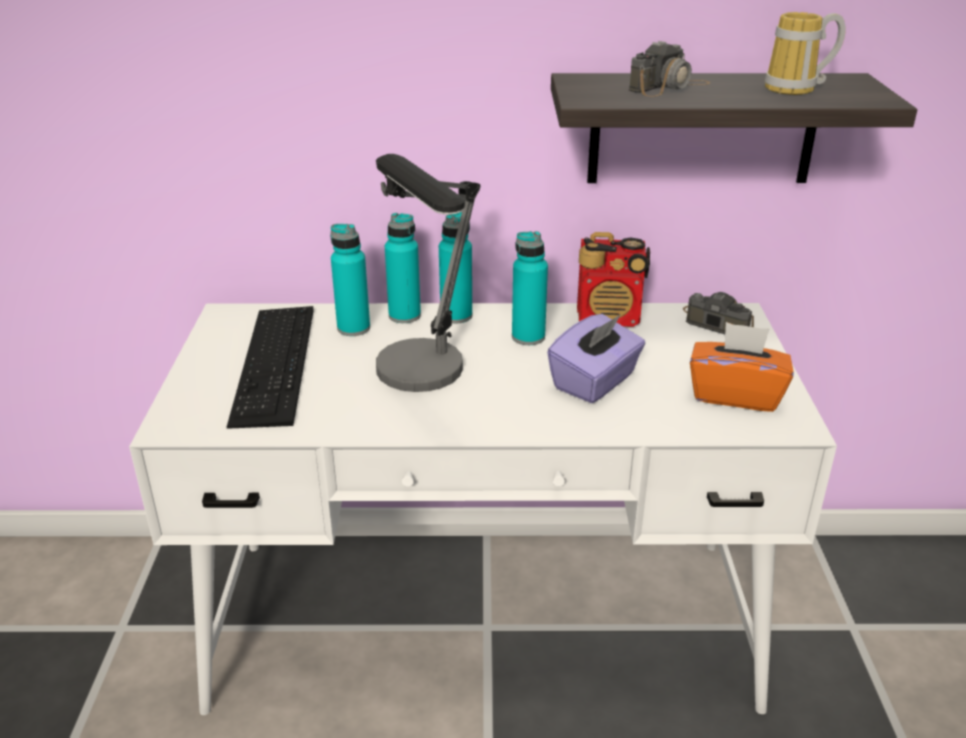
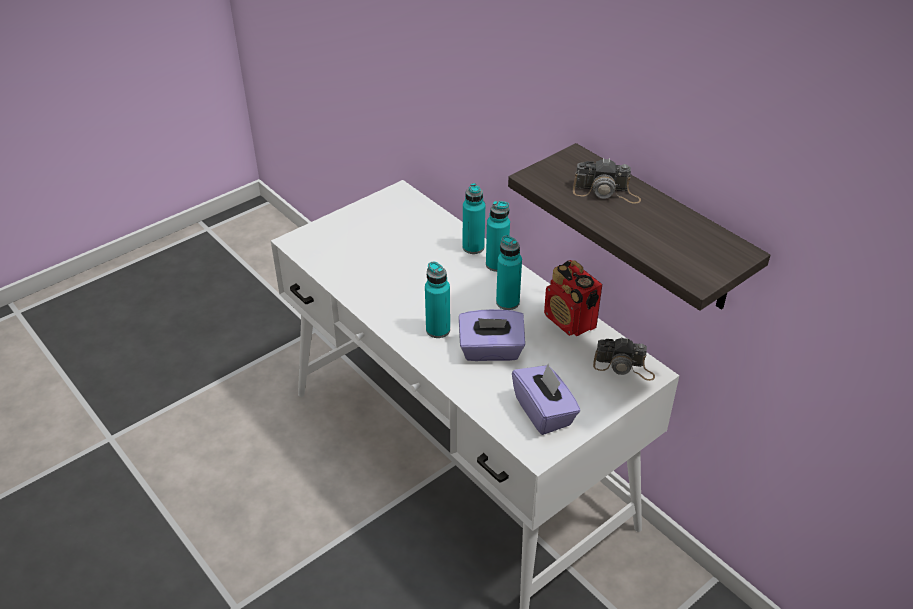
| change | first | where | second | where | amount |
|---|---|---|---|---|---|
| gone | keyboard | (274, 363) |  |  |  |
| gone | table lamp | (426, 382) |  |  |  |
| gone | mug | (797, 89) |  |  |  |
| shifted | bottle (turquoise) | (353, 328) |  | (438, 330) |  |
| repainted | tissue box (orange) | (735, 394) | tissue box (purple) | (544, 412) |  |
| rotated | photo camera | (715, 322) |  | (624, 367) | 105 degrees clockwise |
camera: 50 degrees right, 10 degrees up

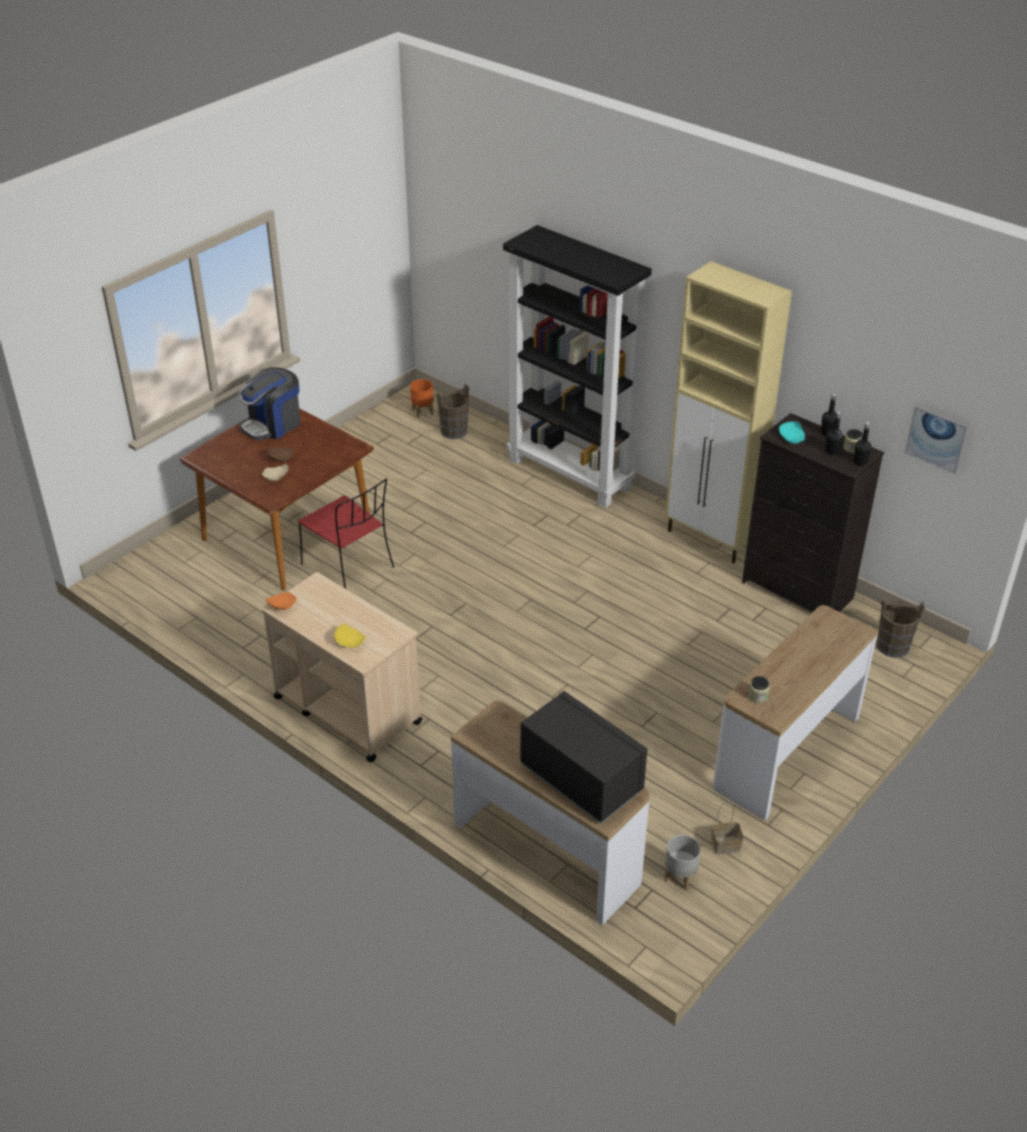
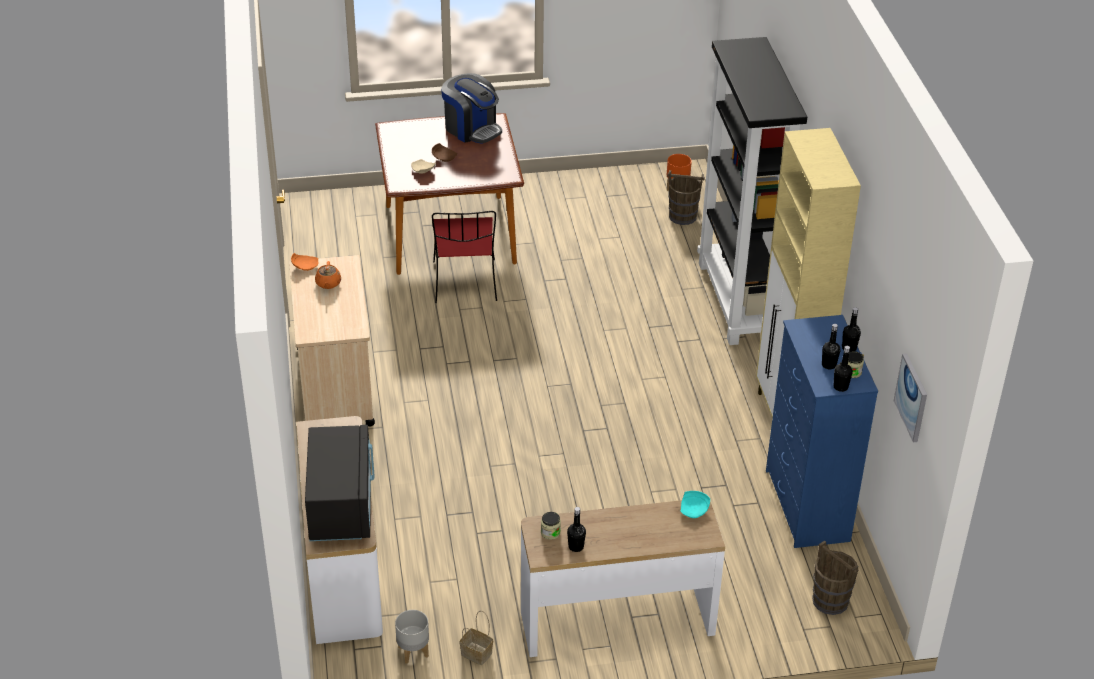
| change | first | where | second | where | amount |
|---|---|---|---|---|---|
| gone | plate (yellow) | (350, 641) |  |  |  |
| new |  |  | teapot (orange) | (328, 284) |  |
| new |  |  | bottle (black) | (576, 547) |  |
| shifted | plate (turquoise) | (792, 437) |  | (694, 510) |  |
| repainted | dresser (black) | (797, 591) | dresser (blue) | (806, 506) |  |
| rotated | coffee machine | (273, 424) |  | (472, 129) | 135 degrees counterclockwise |
camera: 40 degrees right, 0 degrees up

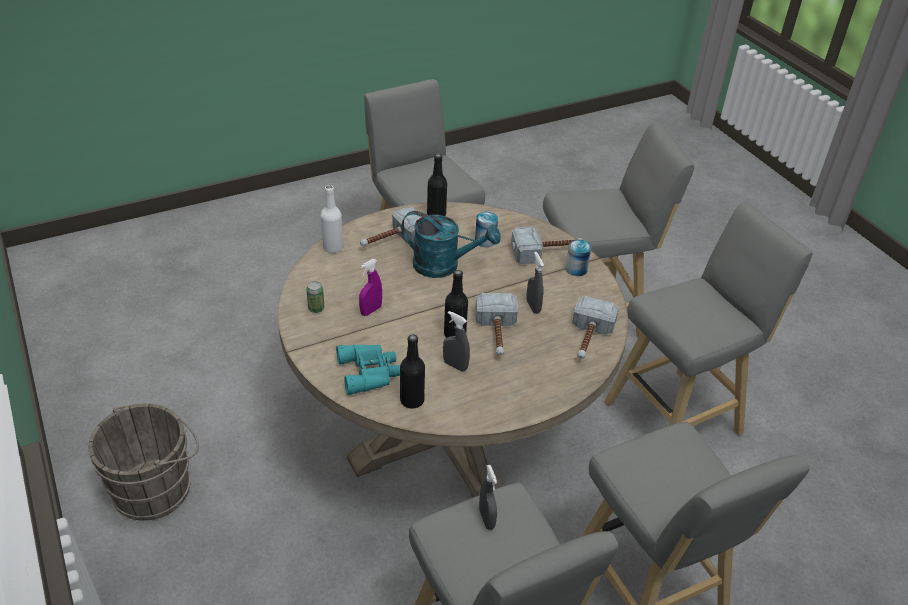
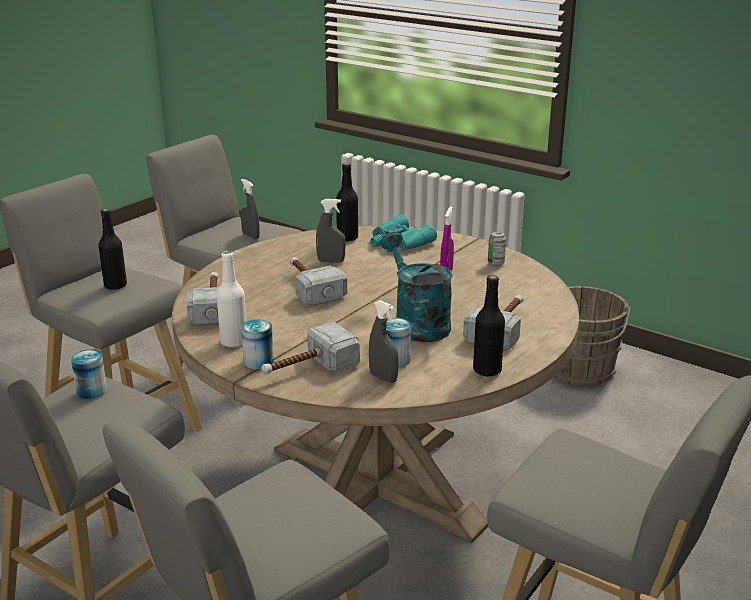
| change | first | where | second | where | amount |
|---|---|---|---|---|---|
| new |  |  | can | (91, 391) |  |
| shifted | bottle (white) | (333, 247) |  | (234, 342) |  |
| shifted | bottle (black) | (454, 334) |  | (115, 286) |  |
| shifted | spray bottle (grey) | (533, 306) |  | (383, 378) |  |
| rotated | watering can (turquoise) | (444, 266) |  | (416, 323) | 75 degrees clockwise |
camera: 155 degrees right, 15 degrees down

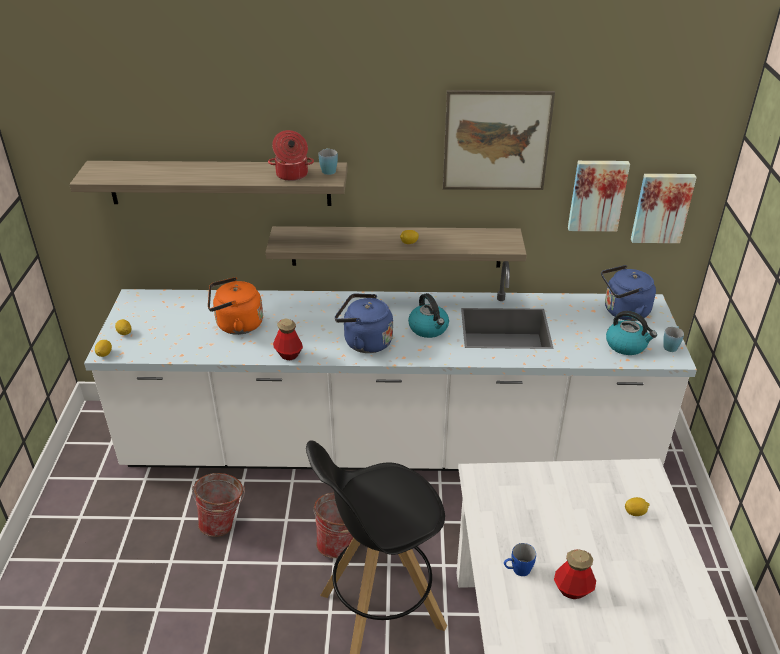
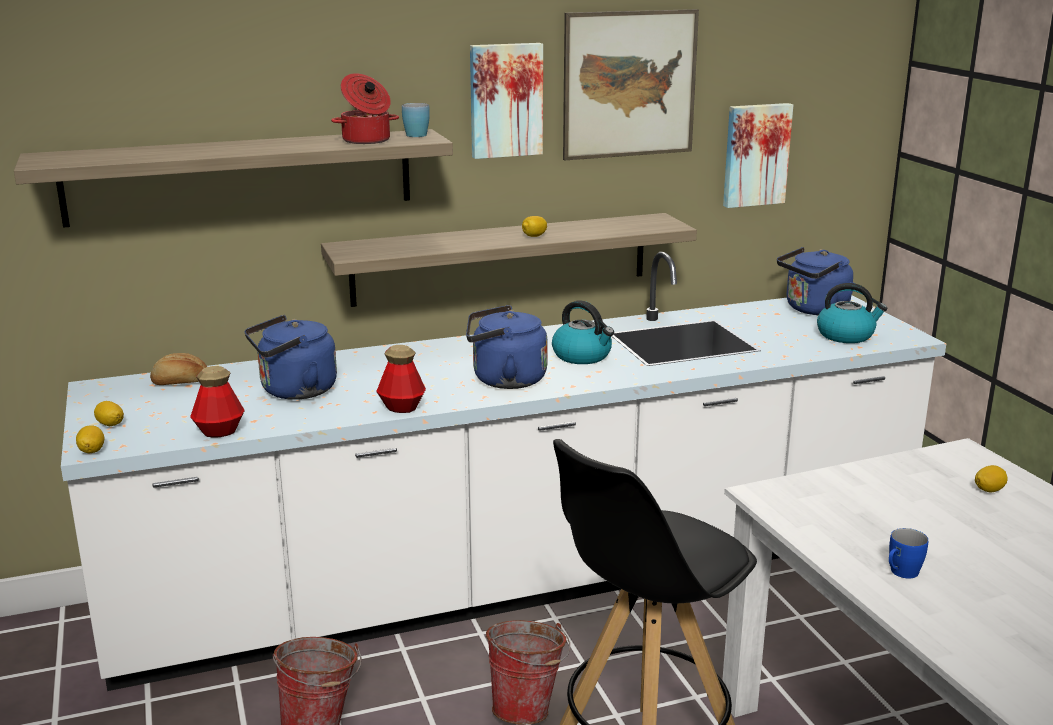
| change | first | where | second | where | amount |
|---|---|---|---|---|---|
| gone | mug (blue) | (671, 345) |  |  |  |
| new |  |  | bread | (180, 382) |  |
| shifted | bottle | (572, 590) |  | (219, 431) |  |
| shifted | picture | (661, 207) |  | (505, 100) |  |
| repainted | kettle (orange) | (236, 325) | kettle (blue) | (294, 391) |  |
camera: 20 degrees left, 15 degrees down

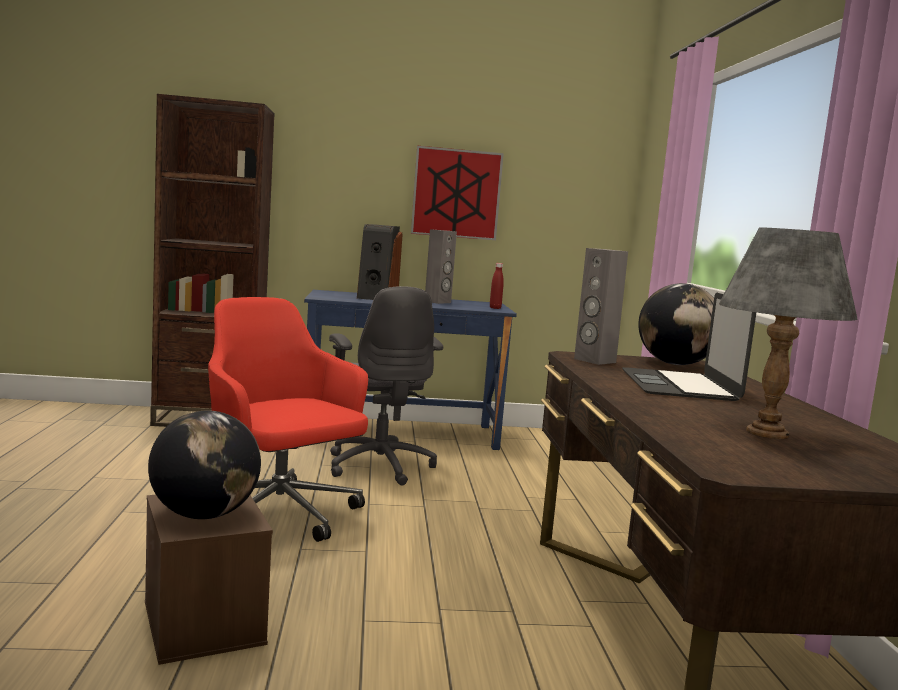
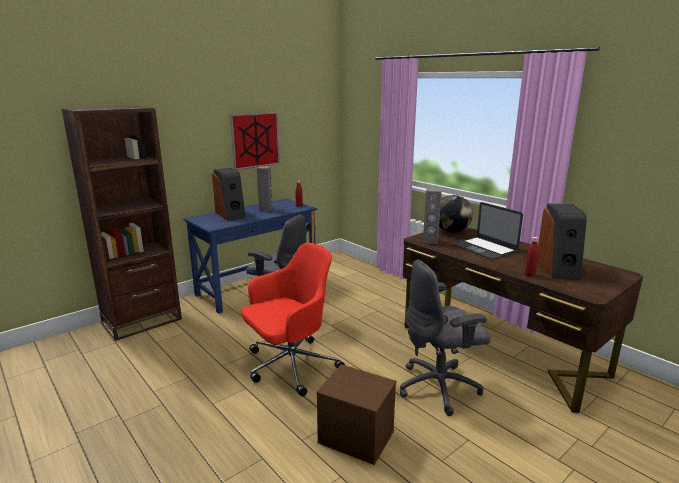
| change | first | where | second | where | amount |
|---|---|---|---|---|---|
| gone | globe | (204, 515) |  |  |  |
| new |  |  | office chair (grey) | (440, 387) |  |
| new |  |  | bottle (red) | (529, 274) |  |
| swapped | table lamp (grey) | (768, 433) | speaker | (558, 269) |  |
| rotated | office chair (red) | (279, 516) |  | (290, 366) | 135 degrees clockwise |
camera: 35 degrees left, 10 degrees up

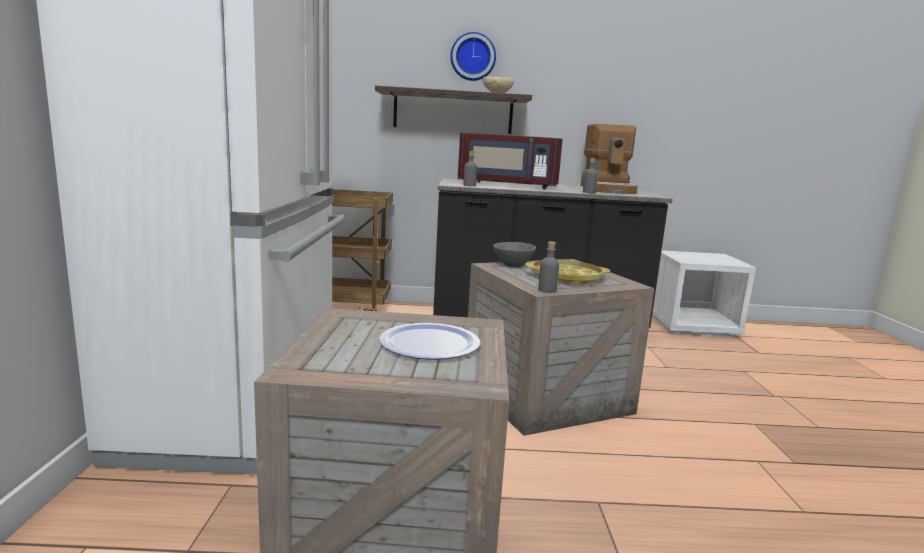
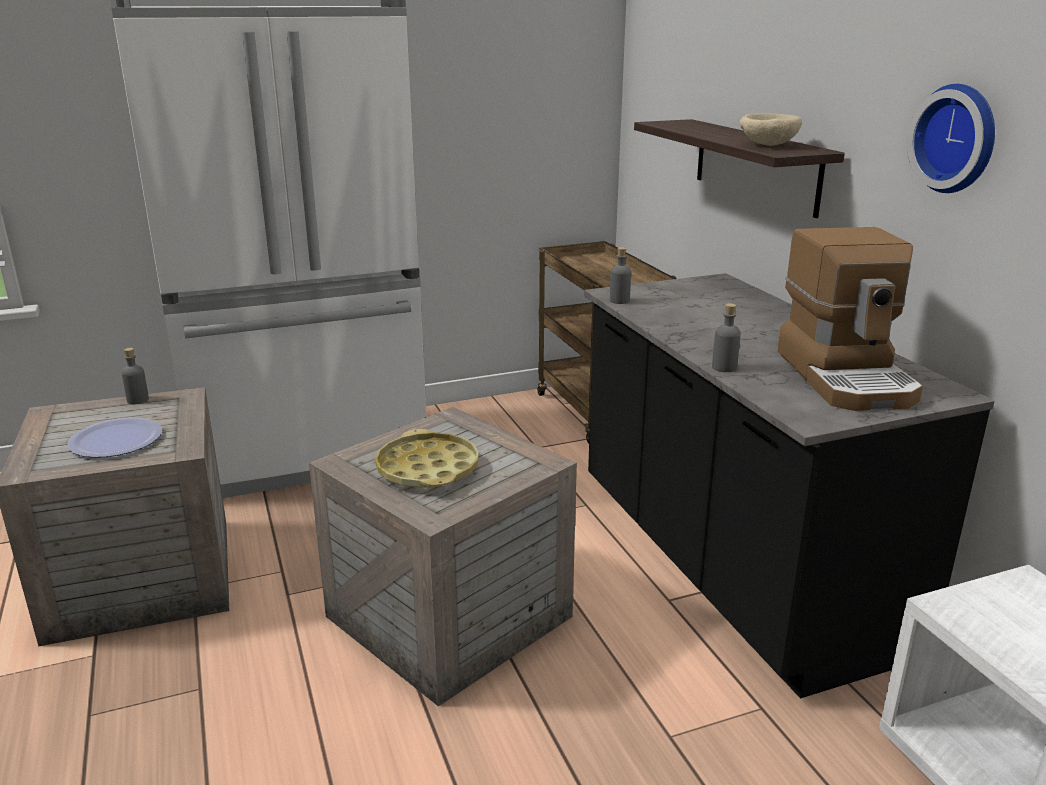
| change | first | where | second | where | amount |
|---|---|---|---|---|---|
| gone | microwave (red) | (507, 185) |  |  |  |
| gone | bowl (grey) | (512, 265) |  |  |  |
| shifted | wall clock | (473, 57) |  | (958, 138) |  |
| shifted | bottle (grey) | (547, 290) |  | (138, 400) |  |
| rotated | coffee machine | (608, 190) |  | (847, 377) | 75 degrees counterclockwise |
camera: 70 degrees right, 10 degrees up

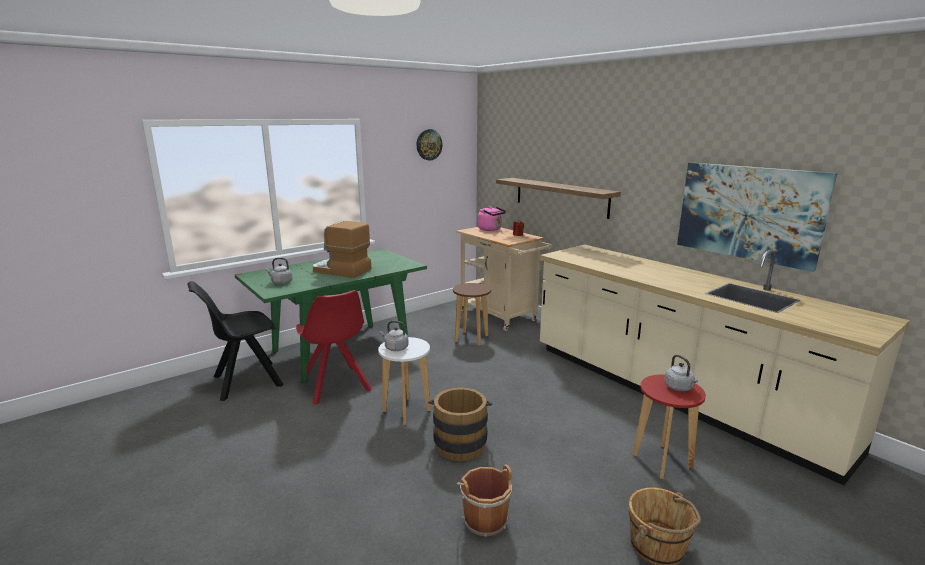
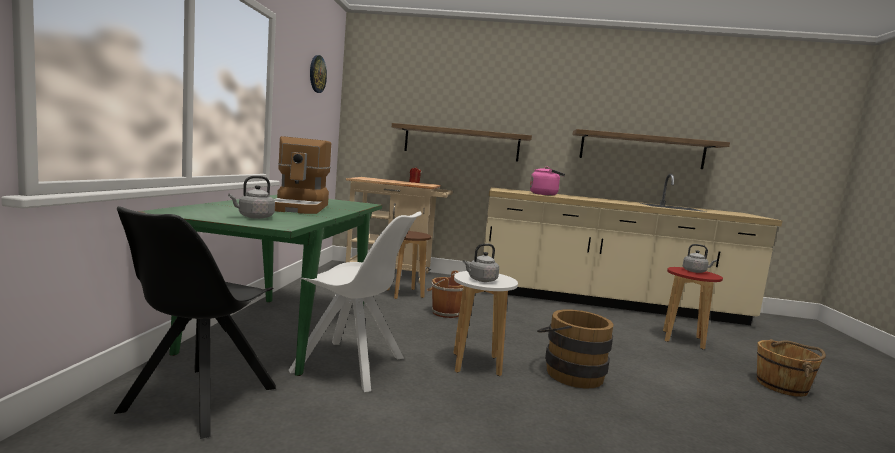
| change | first | where | second | where | amount |
|---|---|---|---|---|---|
| shifted | bucket (brown) | (484, 520) |  | (444, 312) |  |
| shifted | kettle (pink) | (491, 229) |  | (545, 194) |  |
| swapped | picture | (748, 212) | shelf | (642, 150) |  |
| repainted | chair (red) | (336, 386) | chair (white) | (352, 366) |  |
| rotated | coffee machine | (341, 271) |  | (301, 208) | 75 degrees counterclockwise |
camera: 45 degrees left, 10 degrees down

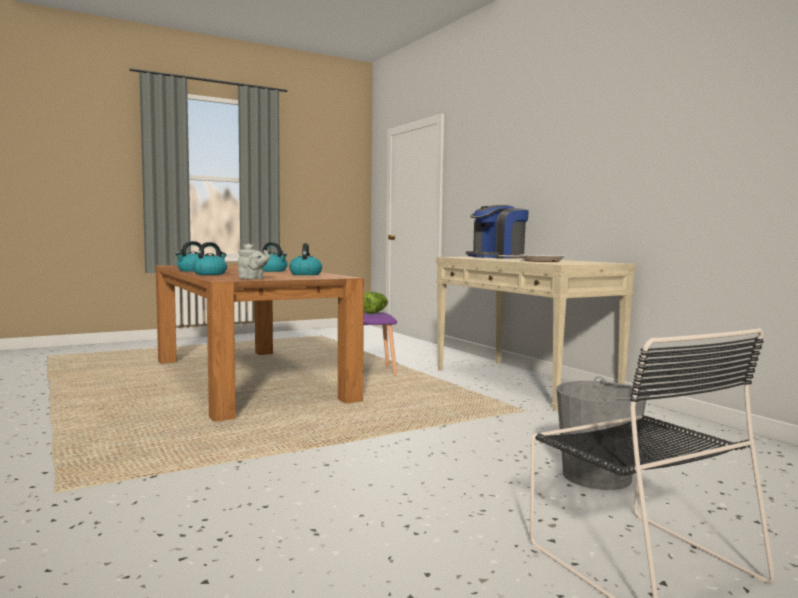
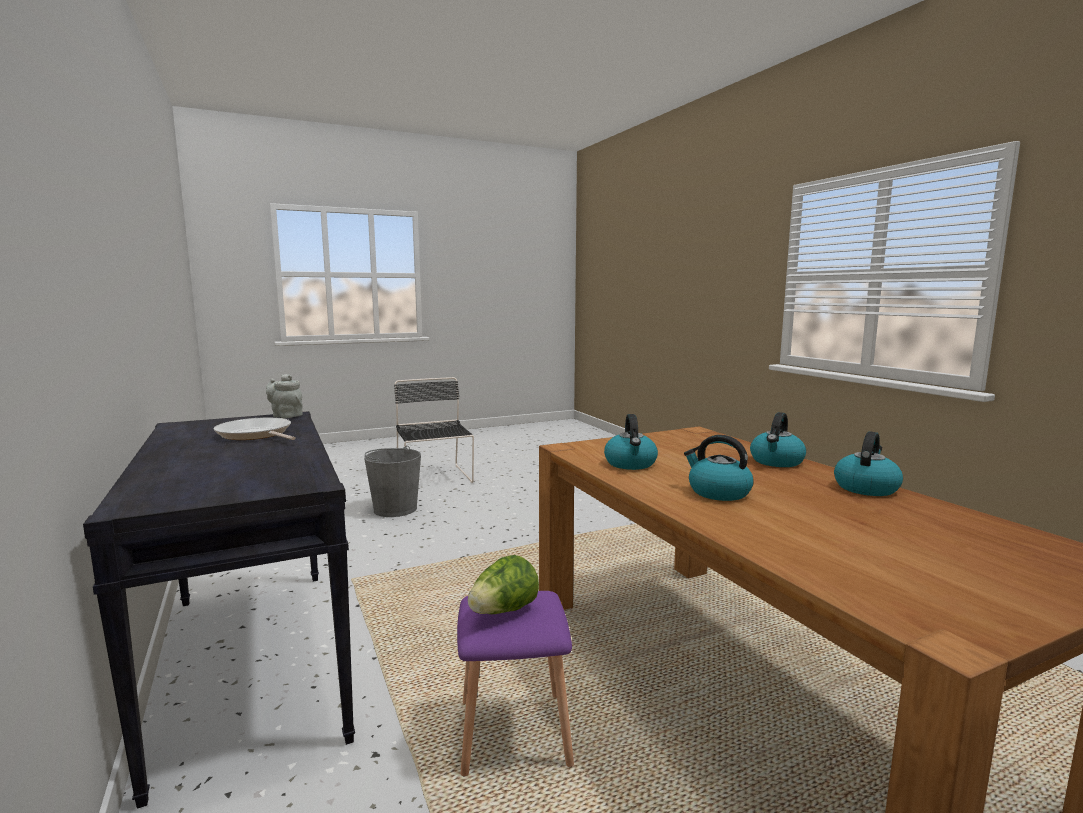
| change | first | where | second | where | amount |
|---|---|---|---|---|---|
| gone | coffee machine | (497, 257) |  |  |  |
| shifted | teapot (grey) | (252, 279) |  | (286, 415) |  |
| repainted | console table (beige) | (523, 383) | console table (black) | (252, 660) |  |
camera: 175 degrees left, 5 degrees up

